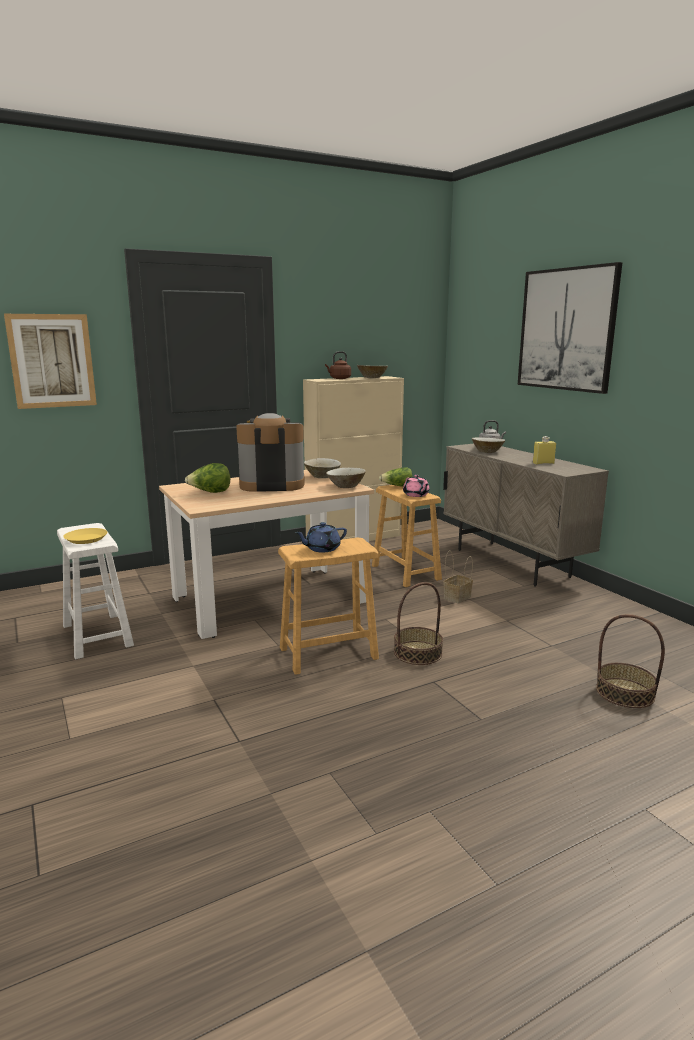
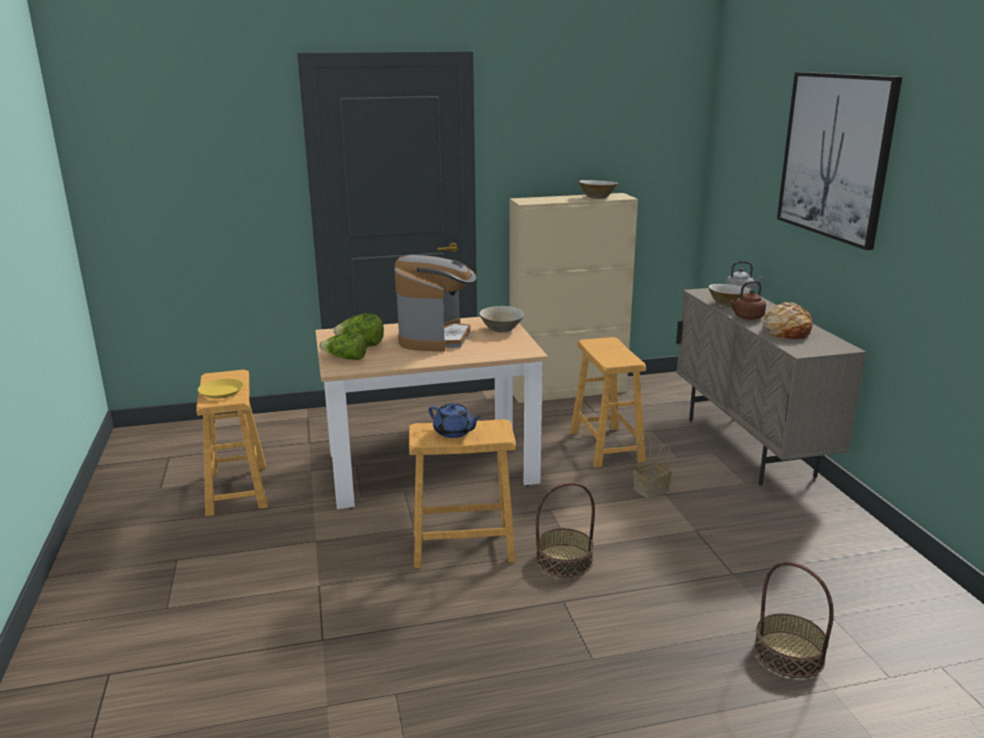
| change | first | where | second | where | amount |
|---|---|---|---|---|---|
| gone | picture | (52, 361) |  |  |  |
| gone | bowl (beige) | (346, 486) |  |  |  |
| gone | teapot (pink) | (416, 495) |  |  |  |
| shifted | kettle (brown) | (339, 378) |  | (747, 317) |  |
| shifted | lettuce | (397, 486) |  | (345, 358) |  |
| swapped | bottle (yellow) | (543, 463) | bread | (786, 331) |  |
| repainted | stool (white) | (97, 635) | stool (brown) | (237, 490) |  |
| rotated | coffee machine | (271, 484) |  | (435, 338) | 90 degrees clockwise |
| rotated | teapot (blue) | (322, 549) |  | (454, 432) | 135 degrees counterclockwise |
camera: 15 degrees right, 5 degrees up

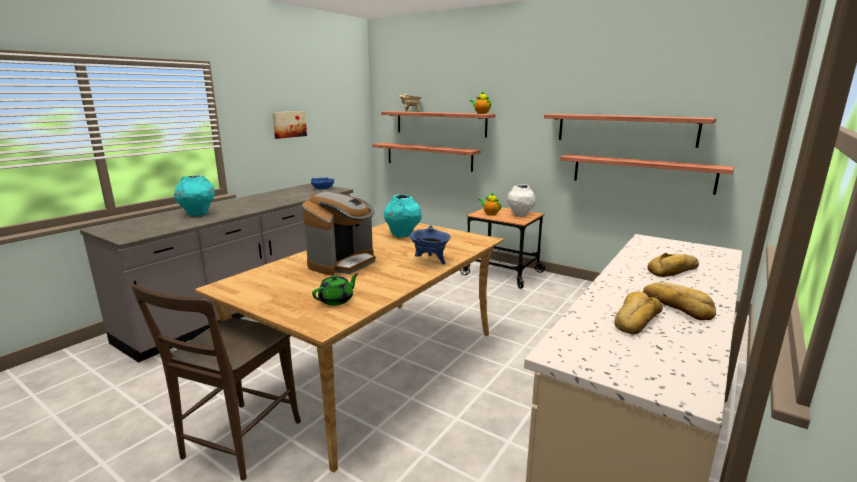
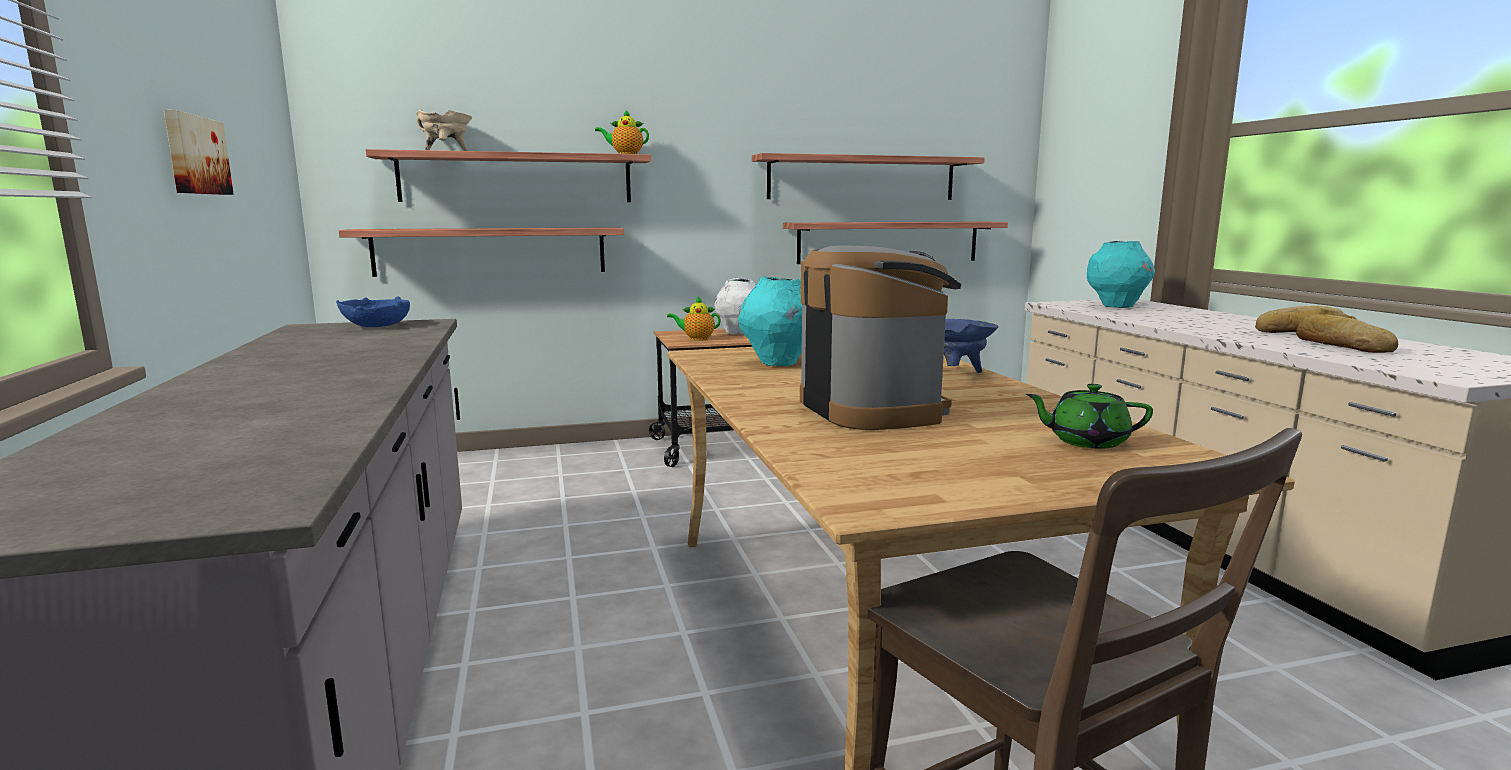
| change | first | where | second | where | amount |
|---|---|---|---|---|---|
| gone | bread | (674, 271) |  |  |  |
| shifted | vase (turquoise) | (197, 214) |  | (1116, 306) |  |
| rotated | teapot (green) | (337, 300) |  | (1086, 441) | 75 degrees counterclockwise |
camera: 50 degrees left, 5 degrees down

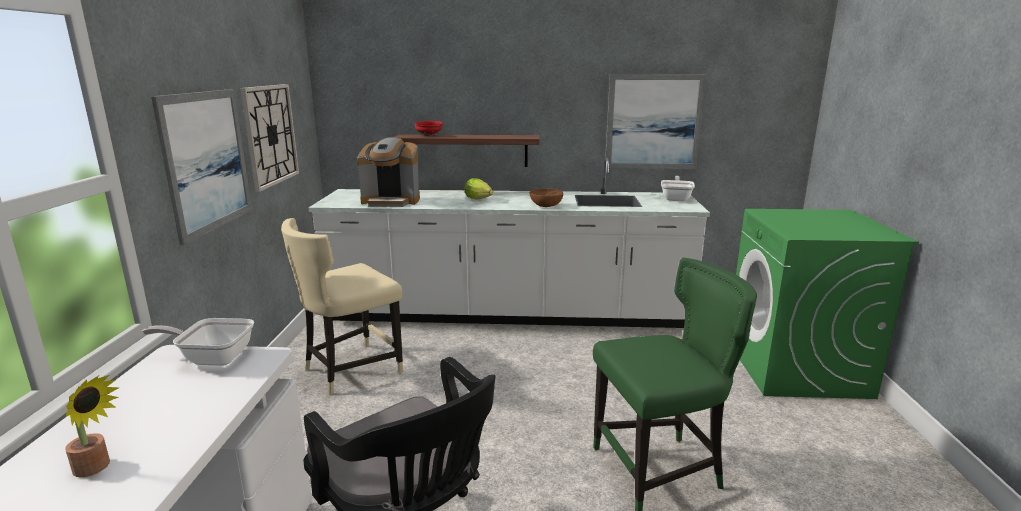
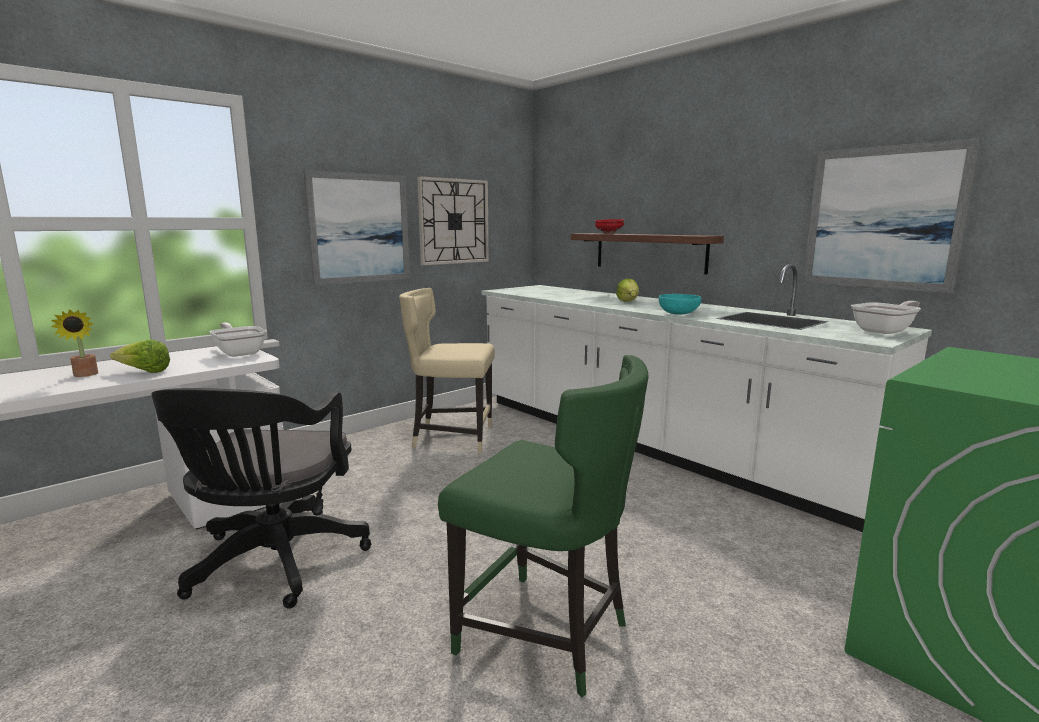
| change | first | where | second | where | amount |
|---|---|---|---|---|---|
| gone | coffee machine | (391, 201) |  |  |  |
| new |  |  | lettuce | (144, 372) |  |
| repainted | bowl (brown) | (545, 205) | bowl (turquoise) | (679, 313) |  |
camera: 45 degrees right, 5 degrees down

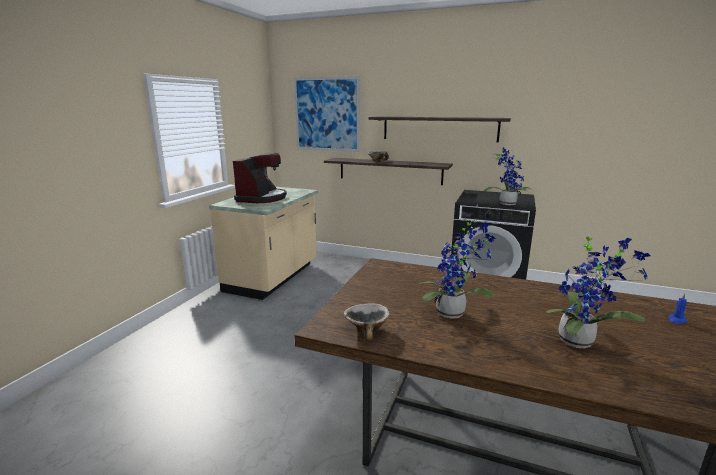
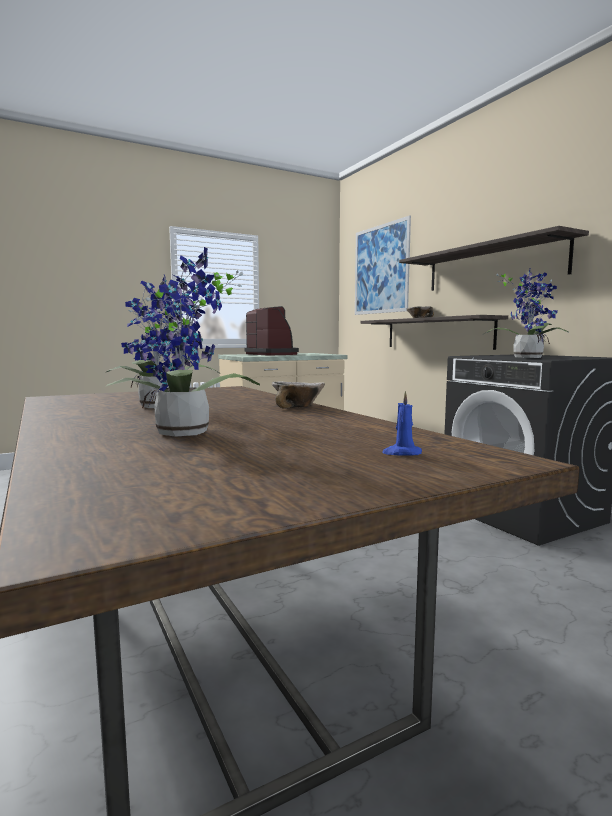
| change | first | where | second | where | amount |
|---|---|---|---|---|---|
| shifted | bowl | (366, 330) |  | (297, 406) |  |
| rotated | coffee machine | (262, 198) |  | (273, 354) | 90 degrees counterclockwise |
camera: 40 degrees right, 10 degrees down

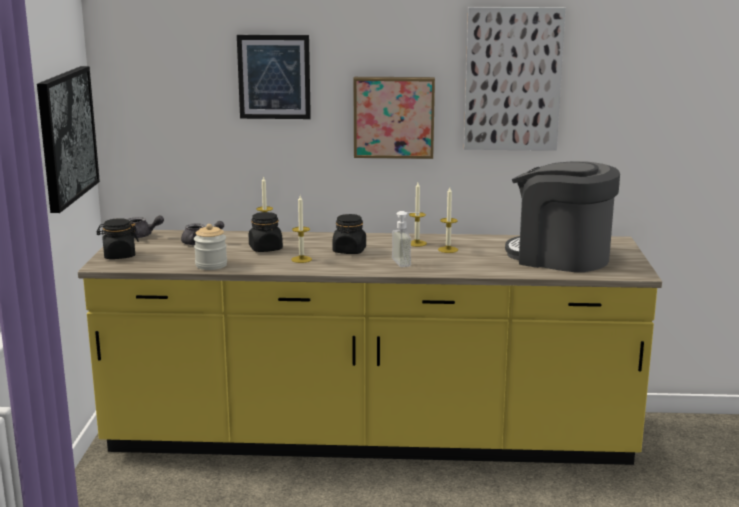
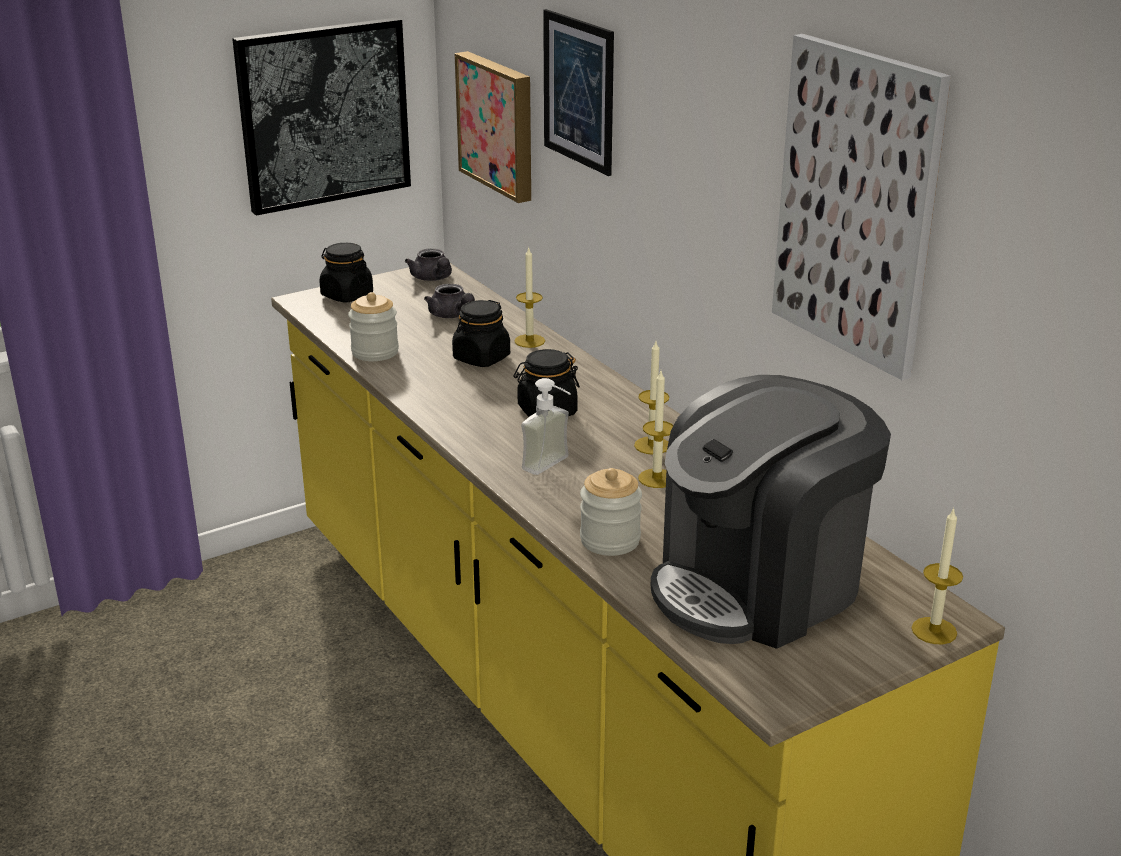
| change | first | where | second | where | amount |
|---|---|---|---|---|---|
| new |  |  | jar | (610, 540) |  |
| shifted | candle | (301, 259) |  | (934, 631) |  |
| shifted | picture | (394, 117) |  | (499, 125) |  |
| rotated | coffee machine | (559, 257) |  | (759, 586) | 120 degrees counterclockwise |
camera: 55 degrees right, 10 degrees up

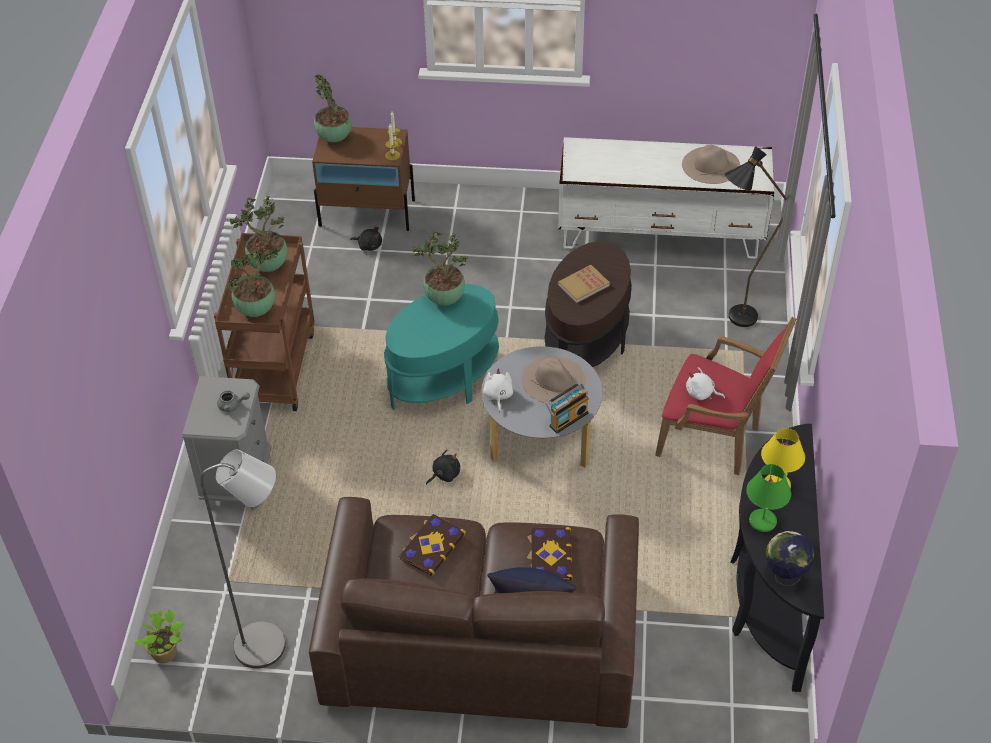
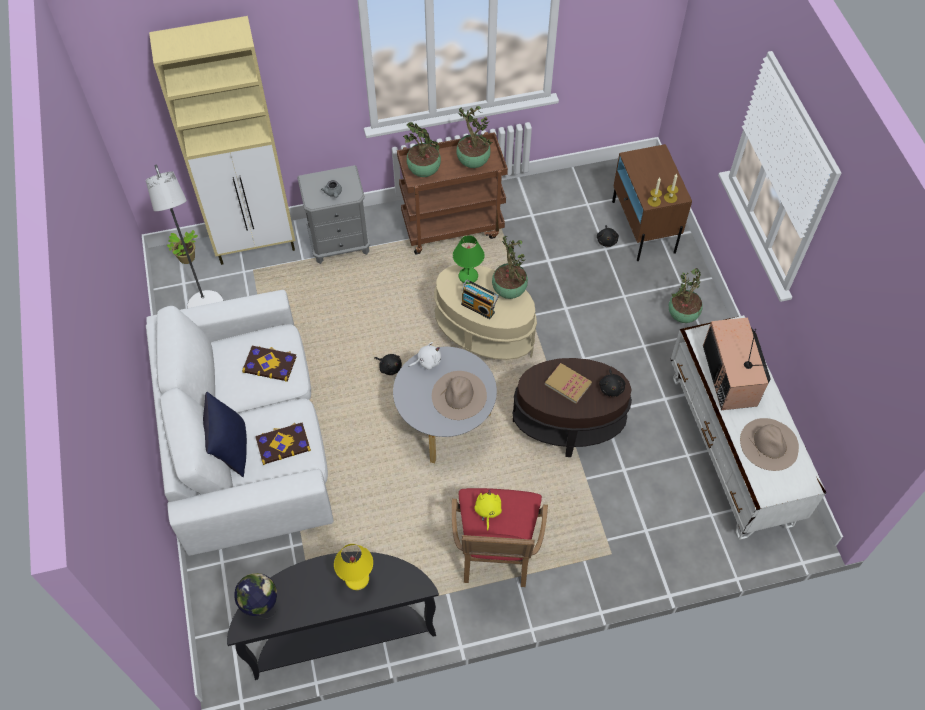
| change | first | where | second | where | amount |
|---|---|---|---|---|---|
| gone | floor lamp (black) | (734, 321) |  |  |  |
| new |  |  | cabinet (beige) | (257, 245) |  |
| new |  |  | plush toy (black) | (611, 387) |  |
| new |  |  | television | (731, 376) |  |
| shifted | potted plant | (335, 138) |  | (682, 316) |  |
| shifted | radio | (567, 418) |  | (478, 307) |  |
| shifted | table lamp (green) | (762, 521) |  | (468, 276) |  |
| repainted | sofa (brown) | (481, 637) | sofa (white) | (247, 437) |  |
| repainted | side table (turquoise) | (444, 380) | side table (beige) | (484, 337) |  |
| repainted | plush toy (white) | (701, 393) | plush toy (yellow) | (487, 511) |  |
camera: 70 degrees right, 10 degrees up

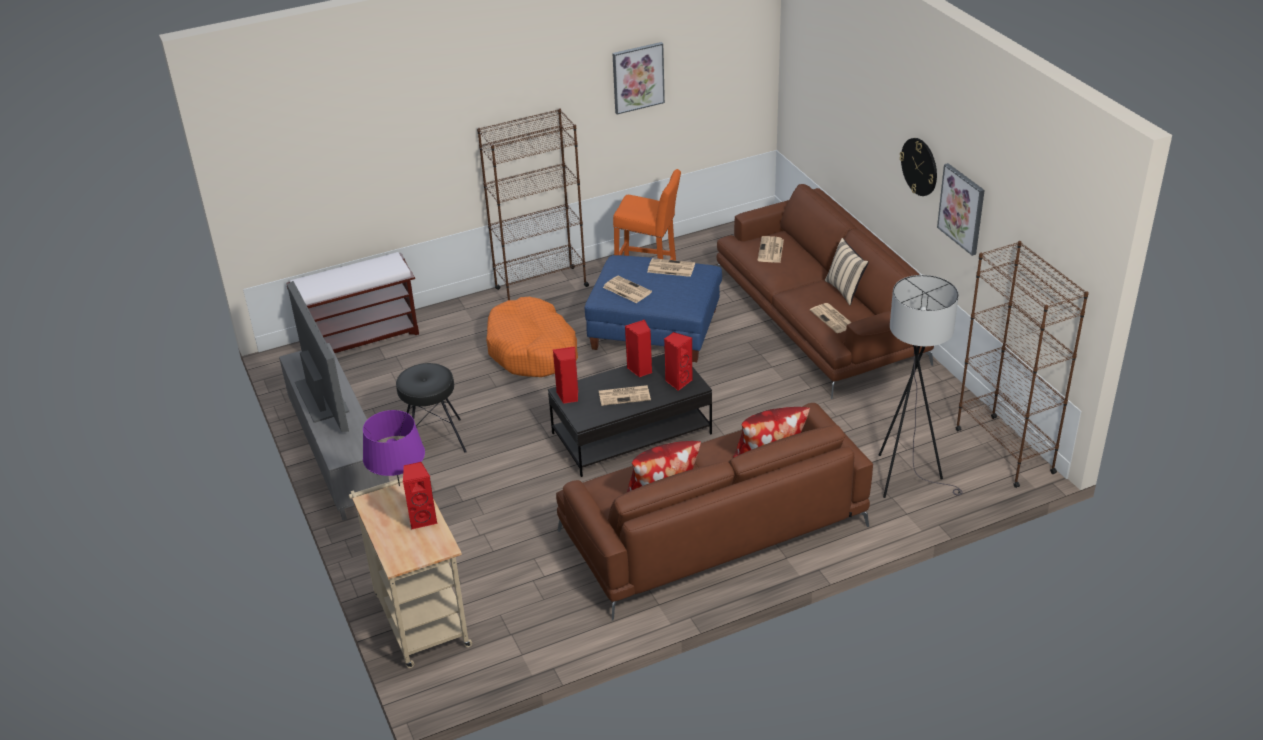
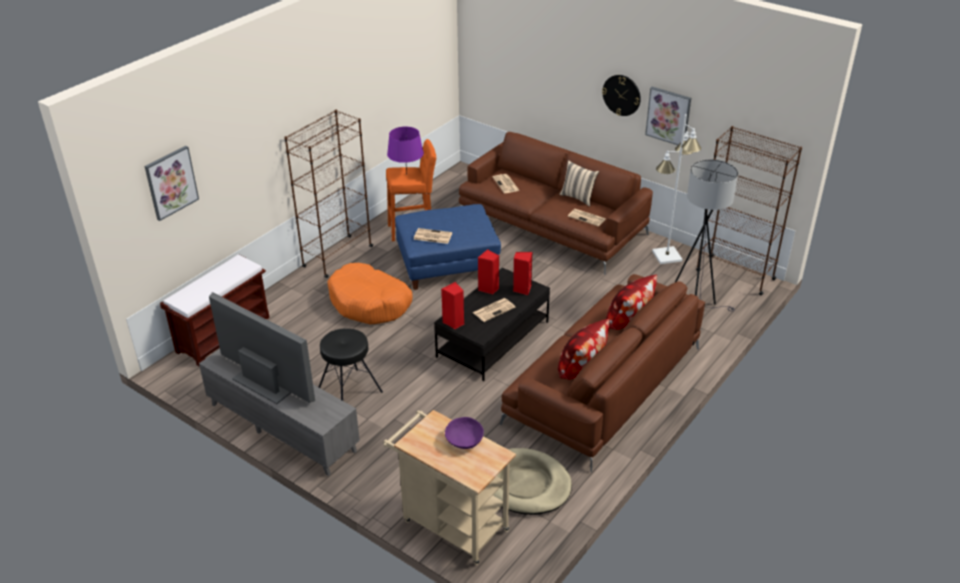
| change | first | where | second | where | amount |
|---|---|---|---|---|---|
| gone | newspaper | (670, 268) |  |  |  |
| new |  |  | dog bed (beige) | (525, 484) |  |
| new |  |  | floor lamp (white) | (666, 256) |  |
| shifted | table lamp (purple) | (399, 485) |  | (406, 174) |  |
| shifted | picture | (638, 77) |  | (171, 182) |  |
| swapped | speaker (red) | (423, 519) | bowl (purple) | (464, 440) |  |
camera: 30 degrees left, 0 degrees up

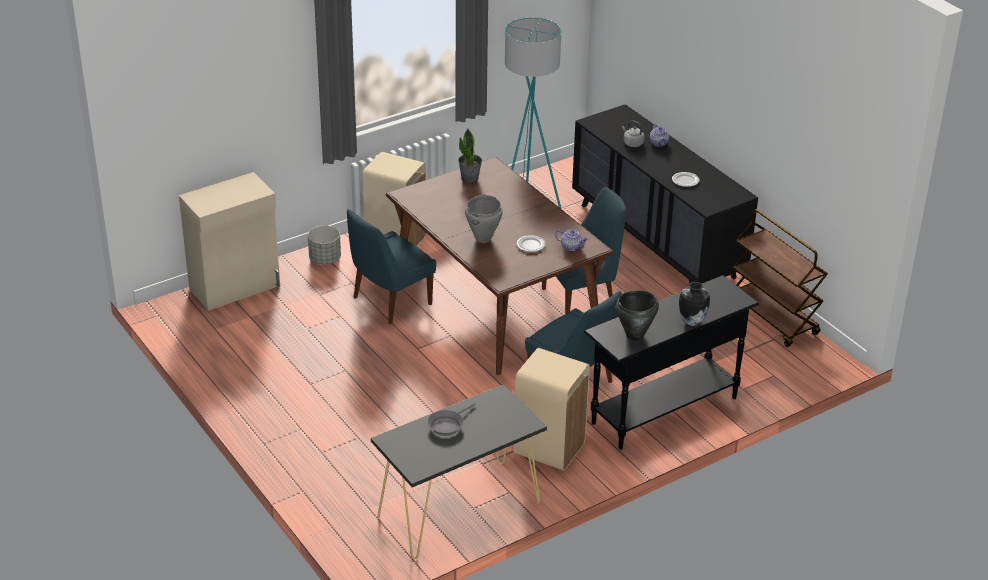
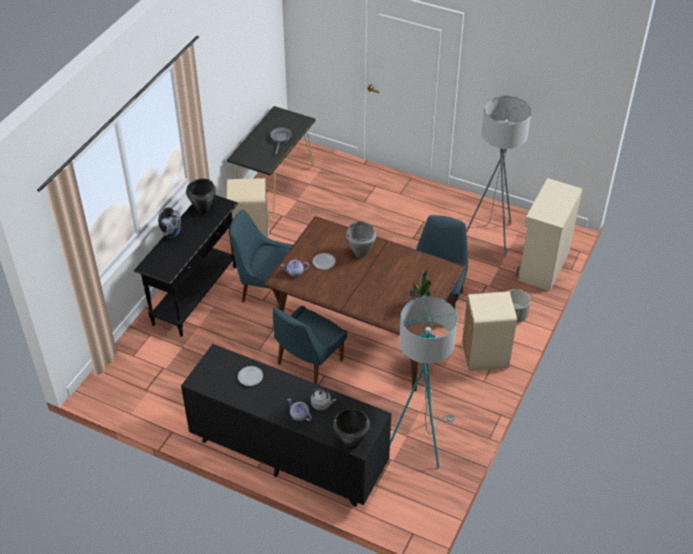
| change | first | where | second | where | amount |
|---|---|---|---|---|---|
| gone | cart (brown) | (773, 318) |  |  |  |
| new |  |  | cooking pot (black) | (351, 444) |  |
| new |  |  | floor lamp (grey) | (489, 236) |  |
camera: 150 degrees right, 10 degrees up

